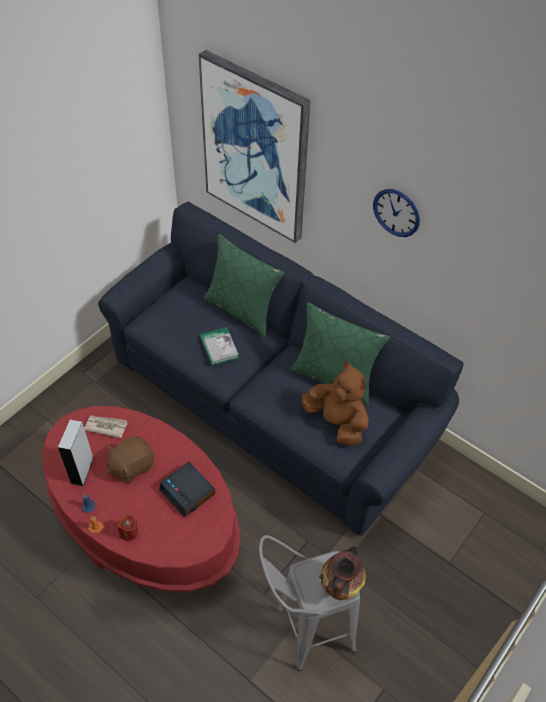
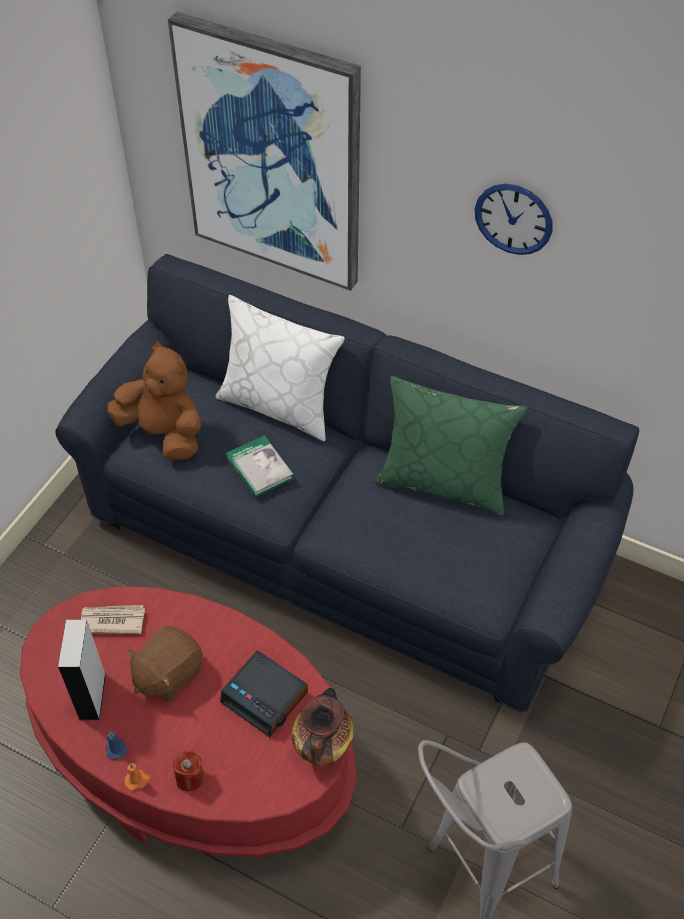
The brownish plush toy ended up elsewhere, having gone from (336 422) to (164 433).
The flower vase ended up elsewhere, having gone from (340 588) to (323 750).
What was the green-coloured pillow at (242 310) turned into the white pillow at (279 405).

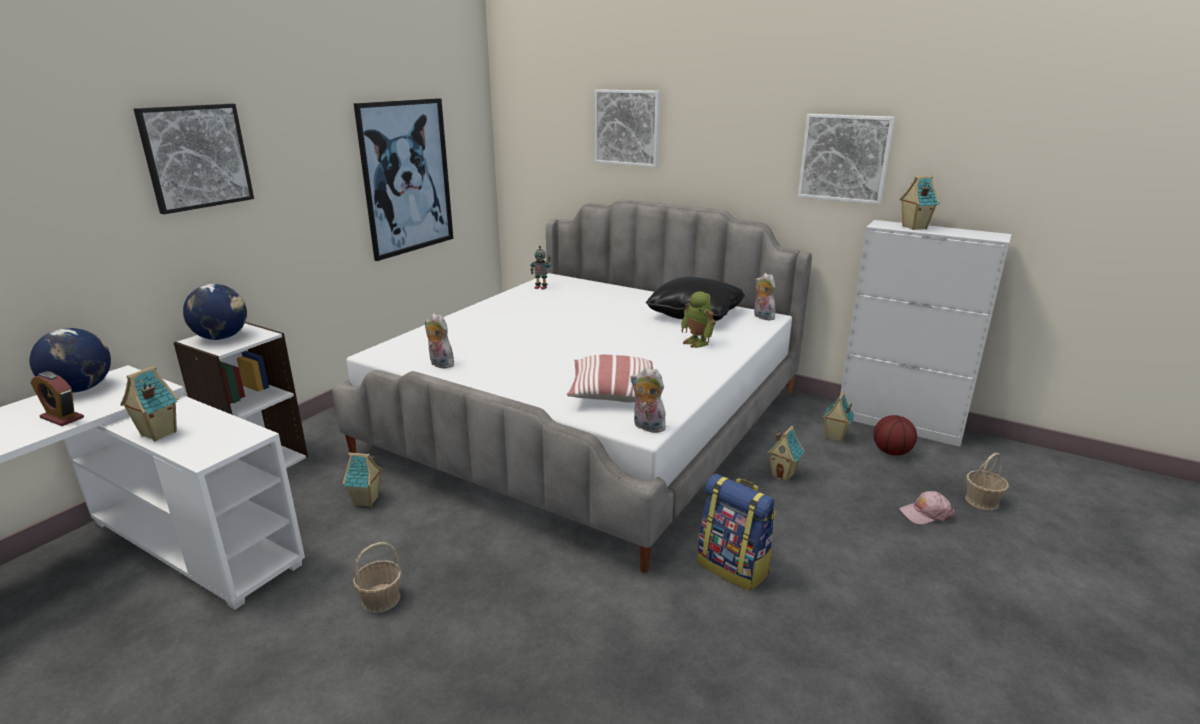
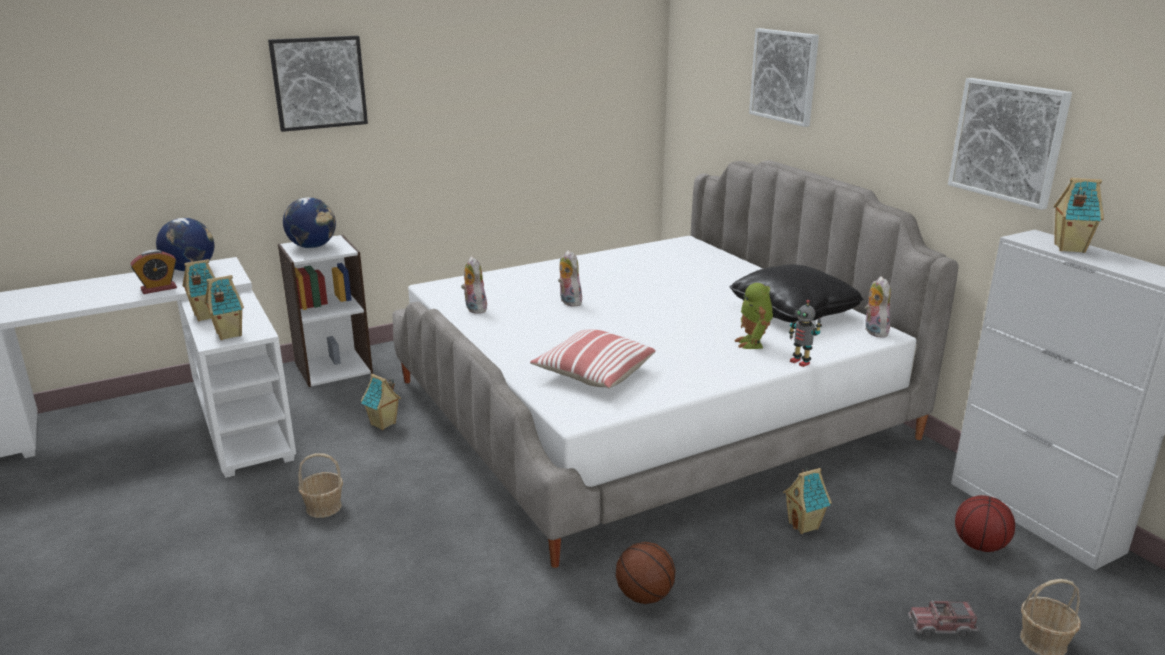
The second view lost the wall picture at (407 177).
The robot figure ended up elsewhere, having gone from (541 287) to (800 362).
The plush toy ended up elsewhere, having gone from (647 427) to (568 302).
The toy house ended up elsewhere, having gone from (834 437) to (228 334).
Where the backpack stood at (734 567), the ball for basketball came to stand at (645 596).
Where the pink peaked cap stood at (925 513), the toy lorry came to stand at (941 627).
The bedside clock at (62 418) ended up facing another way, 90 degrees counterclockwise from before.

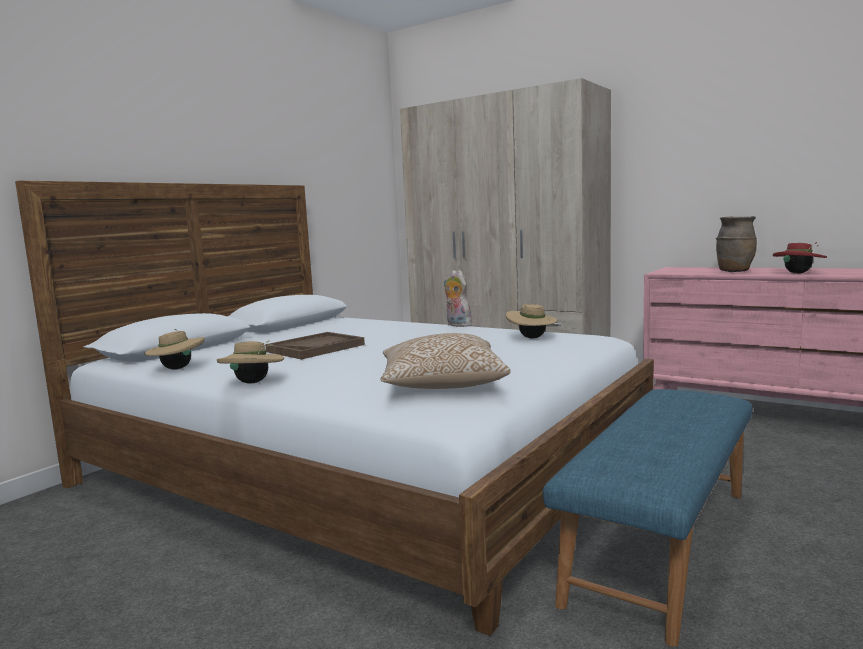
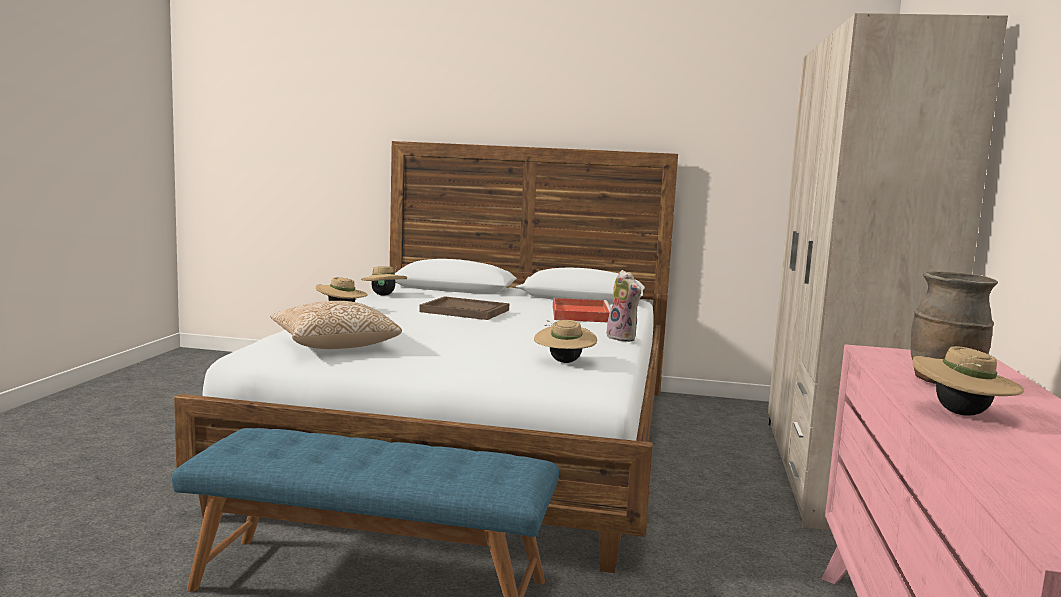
The second view gained the reddish carrying tray at (580 314).
What was the reddish wearable hat at (798 273) turned into the sand-coloured wearable hat at (961 414).
The plush toy at (457 325) ended up facing another way, 120 degrees clockwise from before.

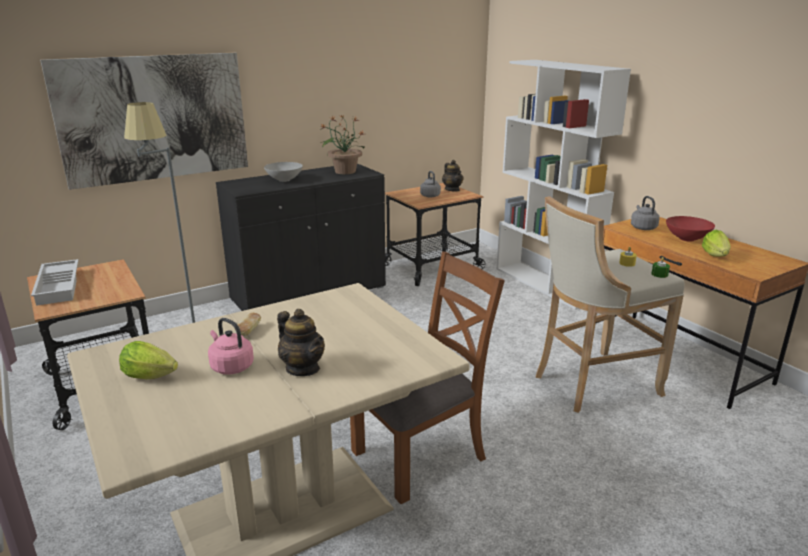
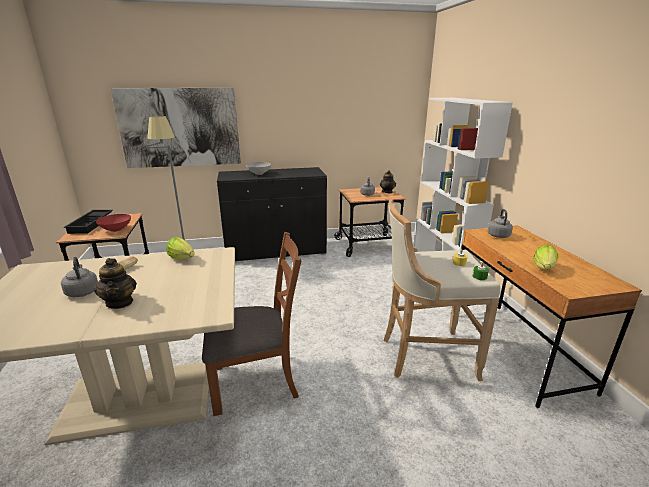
The second view lost the potted plant at (344 171).
The lettuce head ended up elsewhere, having gone from (153 377) to (183 259).
The reddish serving bowl ended up elsewhere, having gone from (687 239) to (116 230).
What was the white carrying tray at (60 286) turned into the black carrying tray at (91 224).
What was the pink tea kettle at (230 366) turned into the grey tea kettle at (82 291).

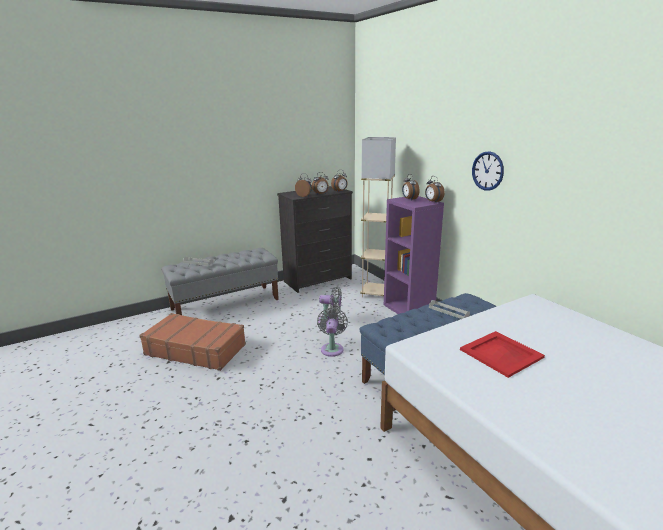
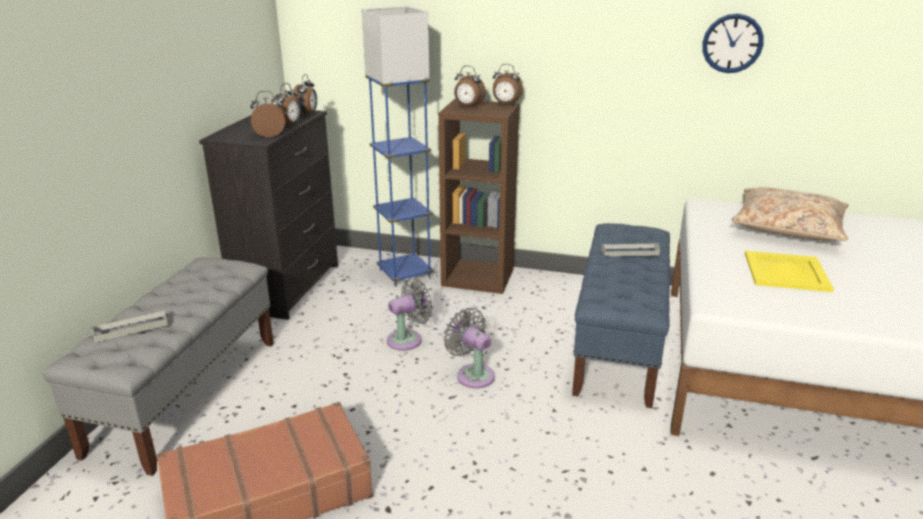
The second view gained the sand-coloured pillow at (788 227).
The clock on the wall ended up elsewhere, having gone from (487 171) to (732 43).
What was the sand-coloured standard lamp at (375 293) turned into the blue-coloured standard lamp at (405 273).
What was the purple bookcase at (409 308) turned into the brownish bookcase at (478 277).
What was the reddish carrying tray at (500 353) turned into the yellow carrying tray at (785 272).

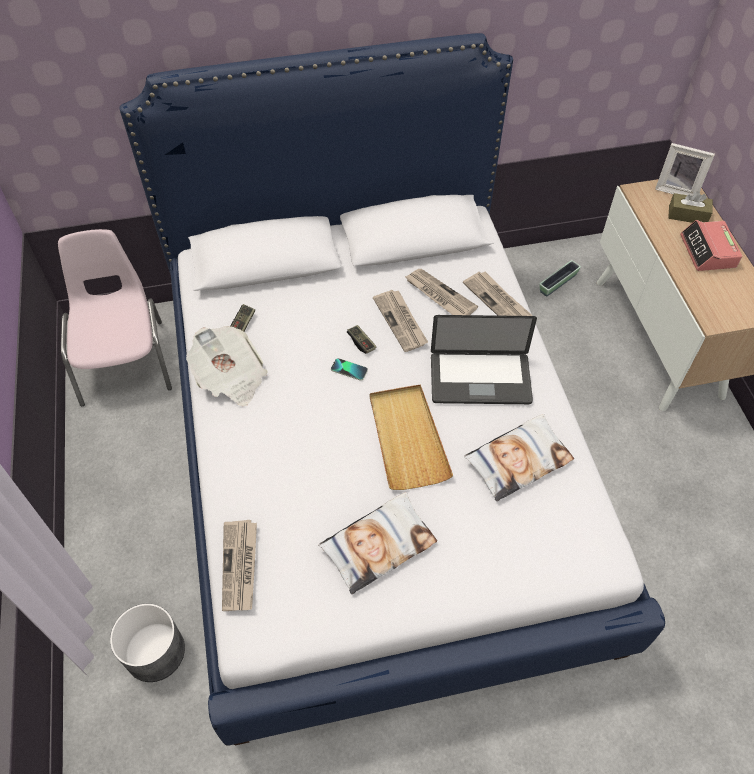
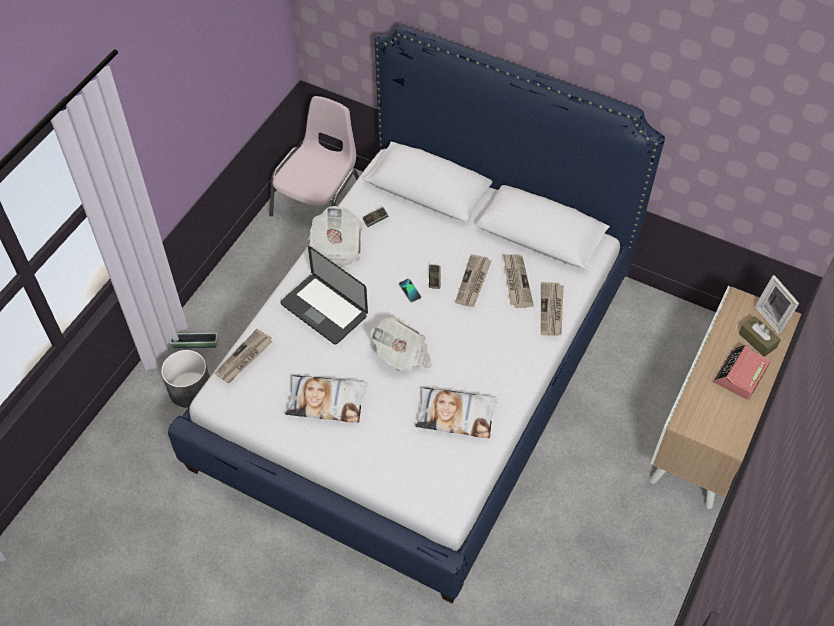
The notebook computer ended up elsewhere, having gone from (480 379) to (324 310).
The flower pot ended up elsewhere, having gone from (558 283) to (195 344).
Where the sand-coloured carrying tray stood at (407 438), the daily paper came to stand at (402 355).

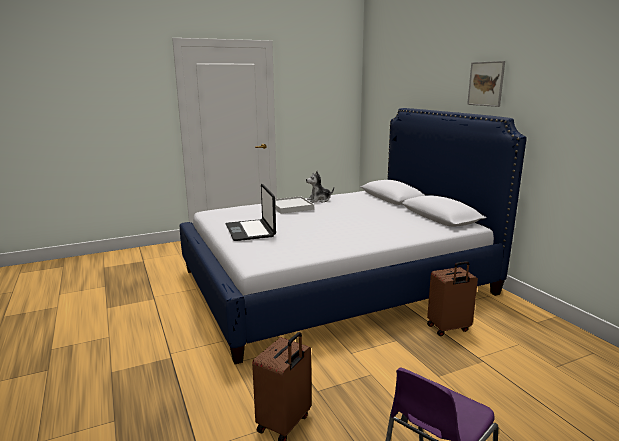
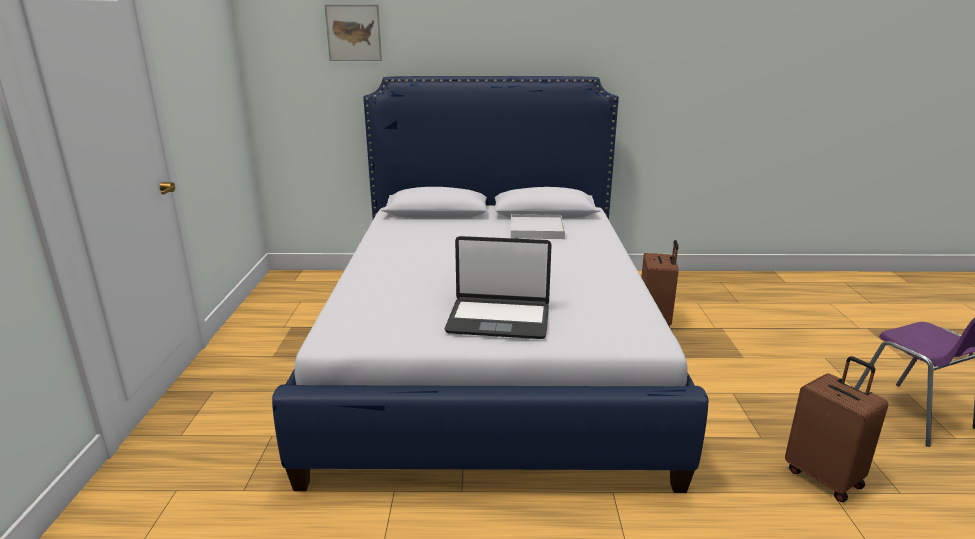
The second view lost the plush toy at (319 200).
The white carrying tray ended up elsewhere, having gone from (291 207) to (536 230).
The wall picture ended up elsewhere, having gone from (486 84) to (353 33).

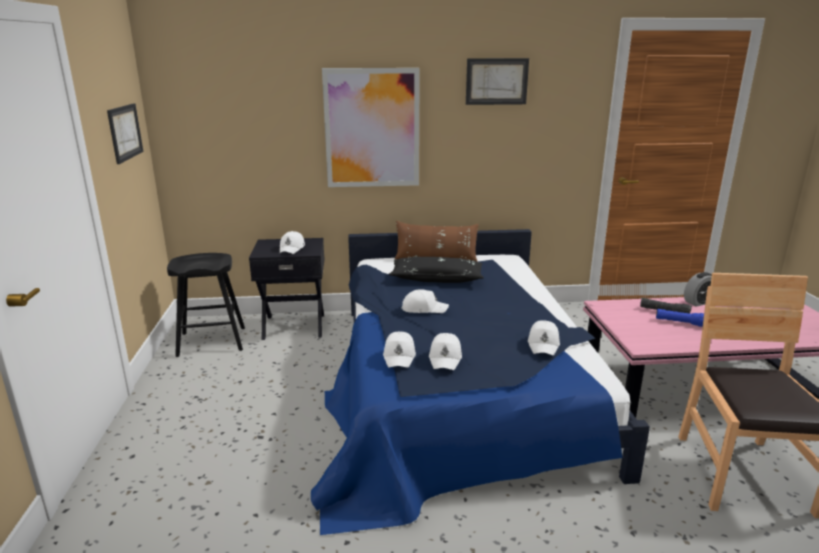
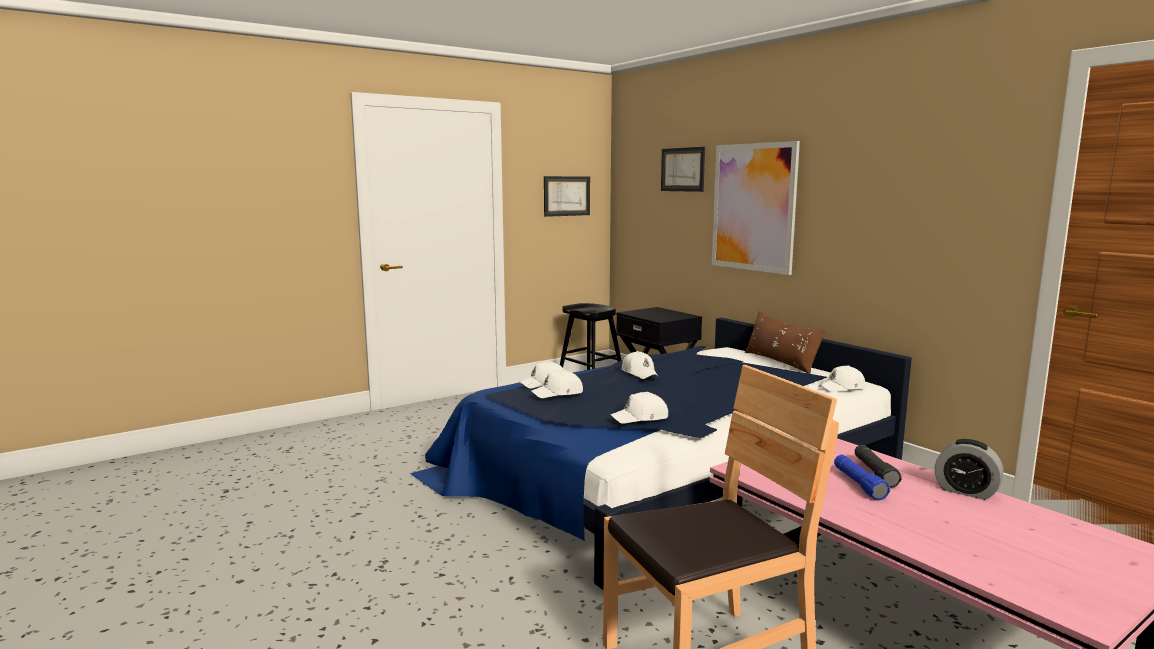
The second view lost the black pillow at (436 279).
The white peaked cap ended up elsewhere, having gone from (292 248) to (842 387).
The wall picture ended up elsewhere, having gone from (496 81) to (683 169).

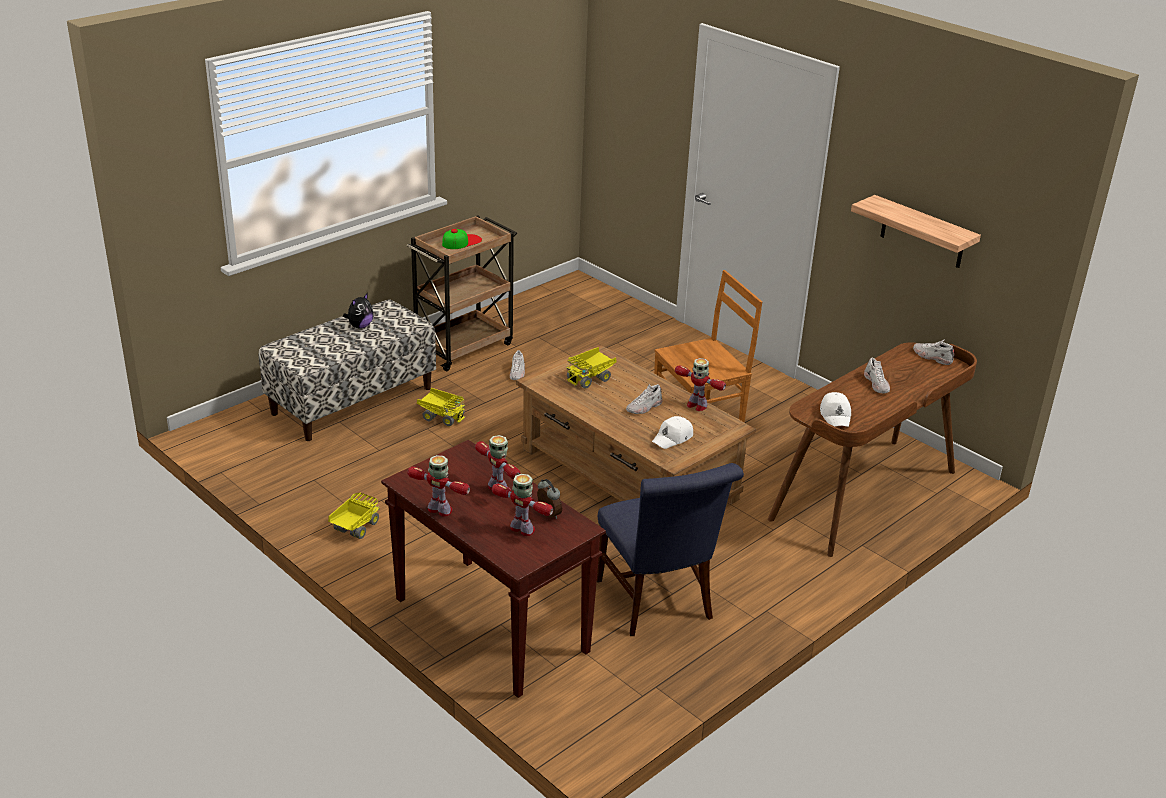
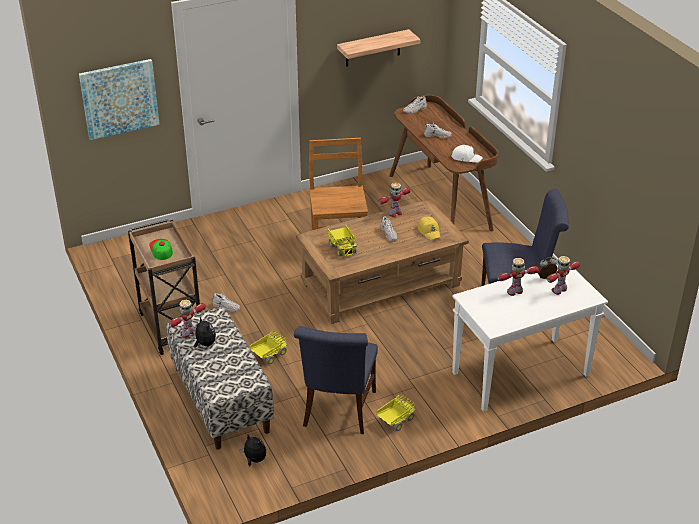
The second view gained the wall picture at (119 98).
The second view gained the plush toy at (254 460).
The second view gained the blue-coloured upright chair at (338 412).
The robot figure ended up elsewhere, having gone from (440 510) to (188 333).
What was the brownish console table at (489 625) turned into the white console table at (520 375).
What was the white peaked cap at (673 438) turned into the yellow peaked cap at (429 231).
The toy lorry at (355 528) ended up facing another way, 90 degrees clockwise from before.

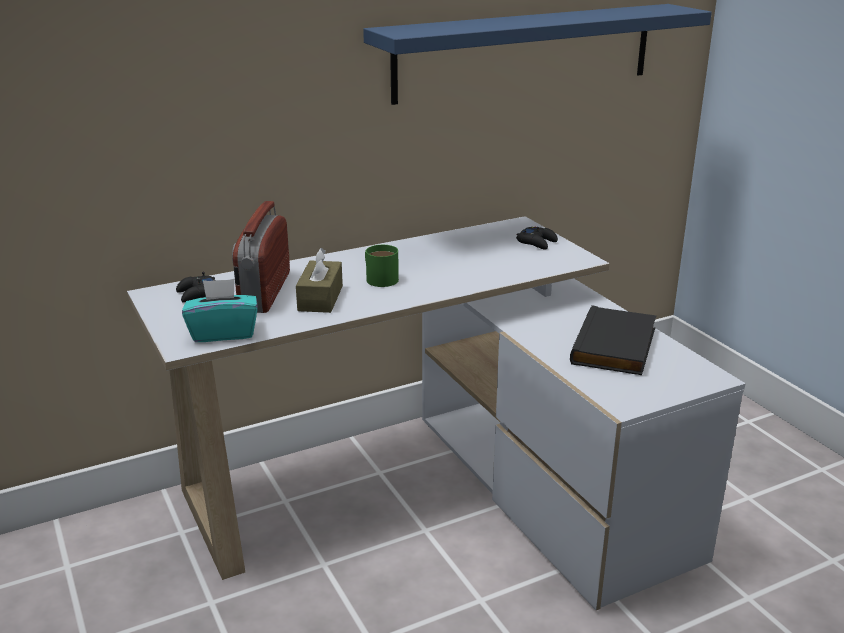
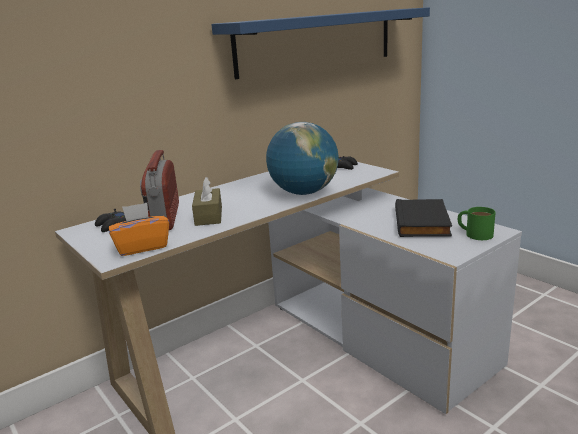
The second view gained the world globe at (304 193).
The green-coloured mug ended up elsewhere, having gone from (378 278) to (474 233).
What was the turquoise tissue holder at (223 333) turned into the orangey tissue holder at (142 247).

